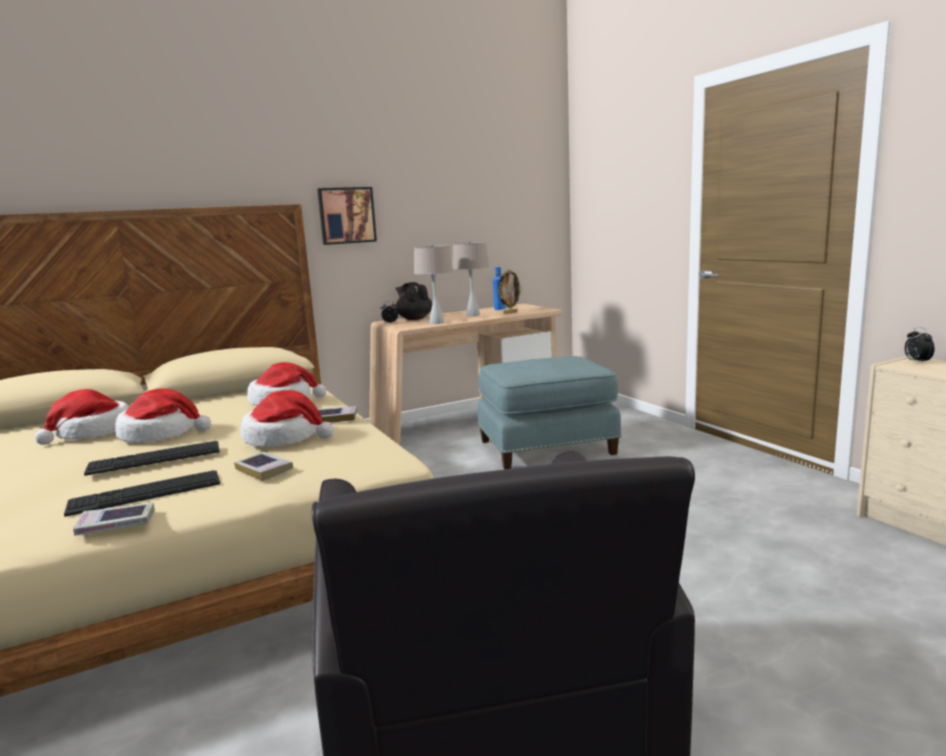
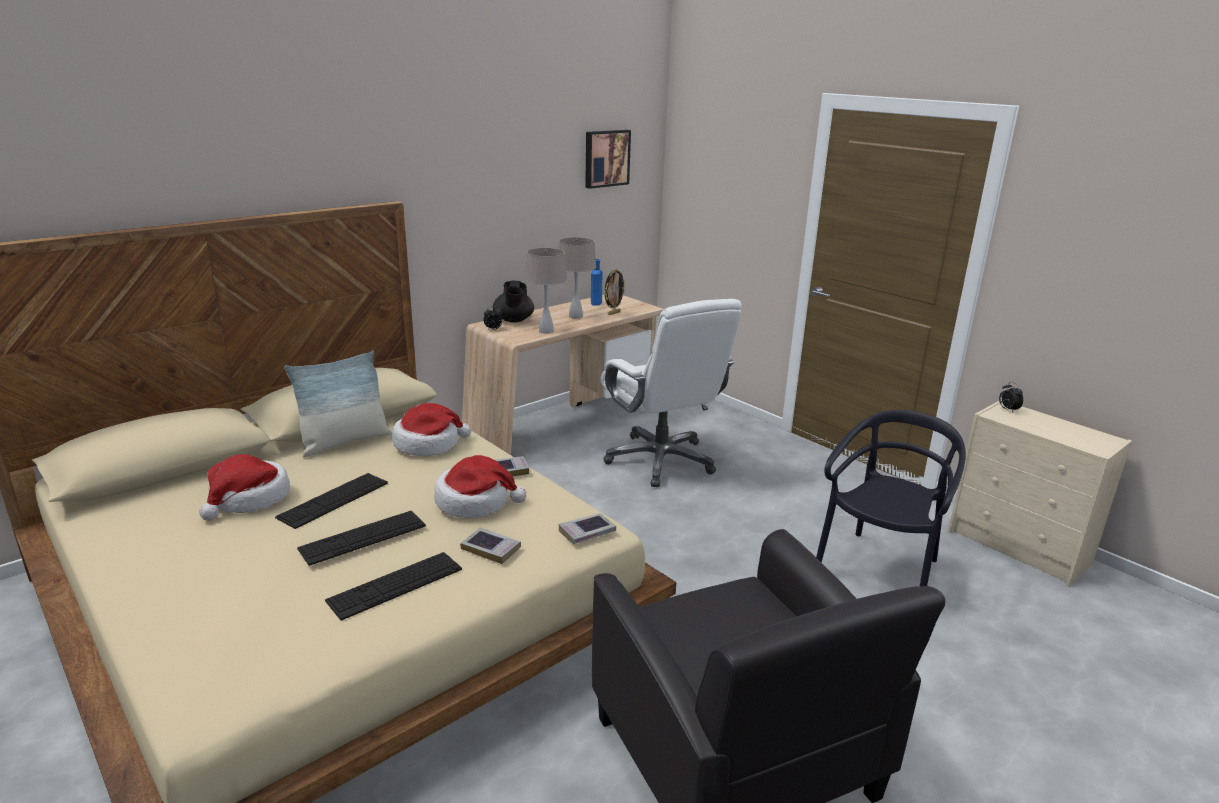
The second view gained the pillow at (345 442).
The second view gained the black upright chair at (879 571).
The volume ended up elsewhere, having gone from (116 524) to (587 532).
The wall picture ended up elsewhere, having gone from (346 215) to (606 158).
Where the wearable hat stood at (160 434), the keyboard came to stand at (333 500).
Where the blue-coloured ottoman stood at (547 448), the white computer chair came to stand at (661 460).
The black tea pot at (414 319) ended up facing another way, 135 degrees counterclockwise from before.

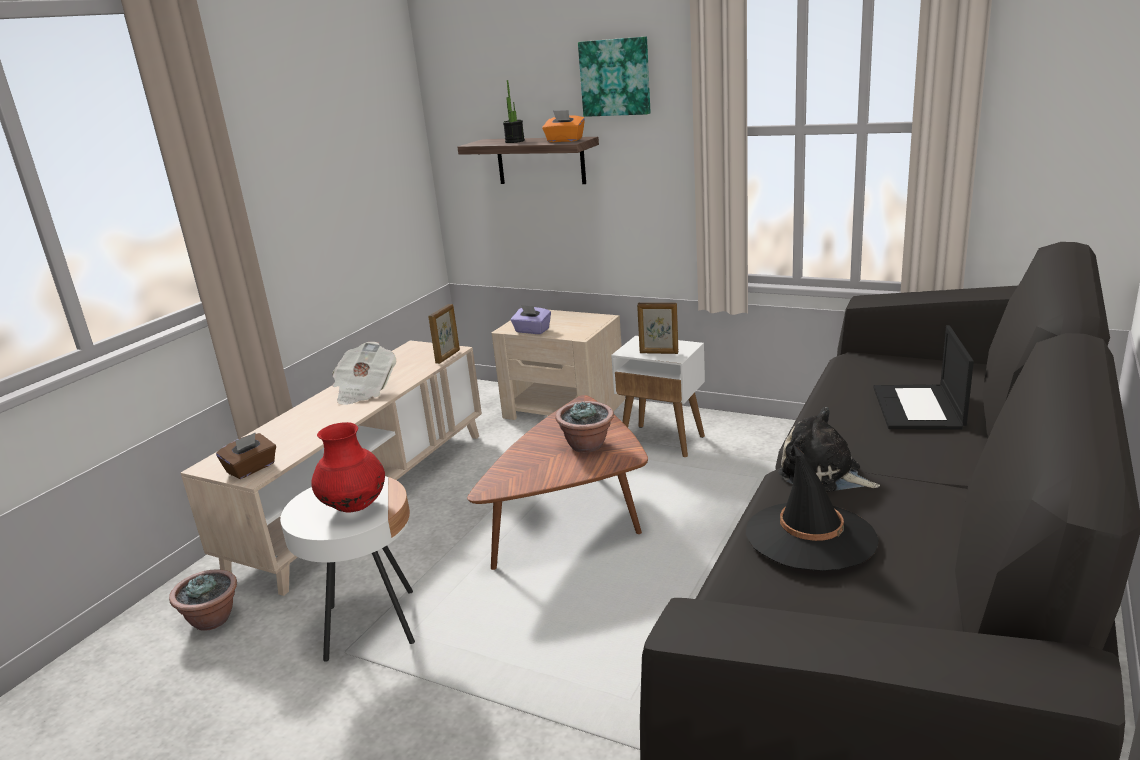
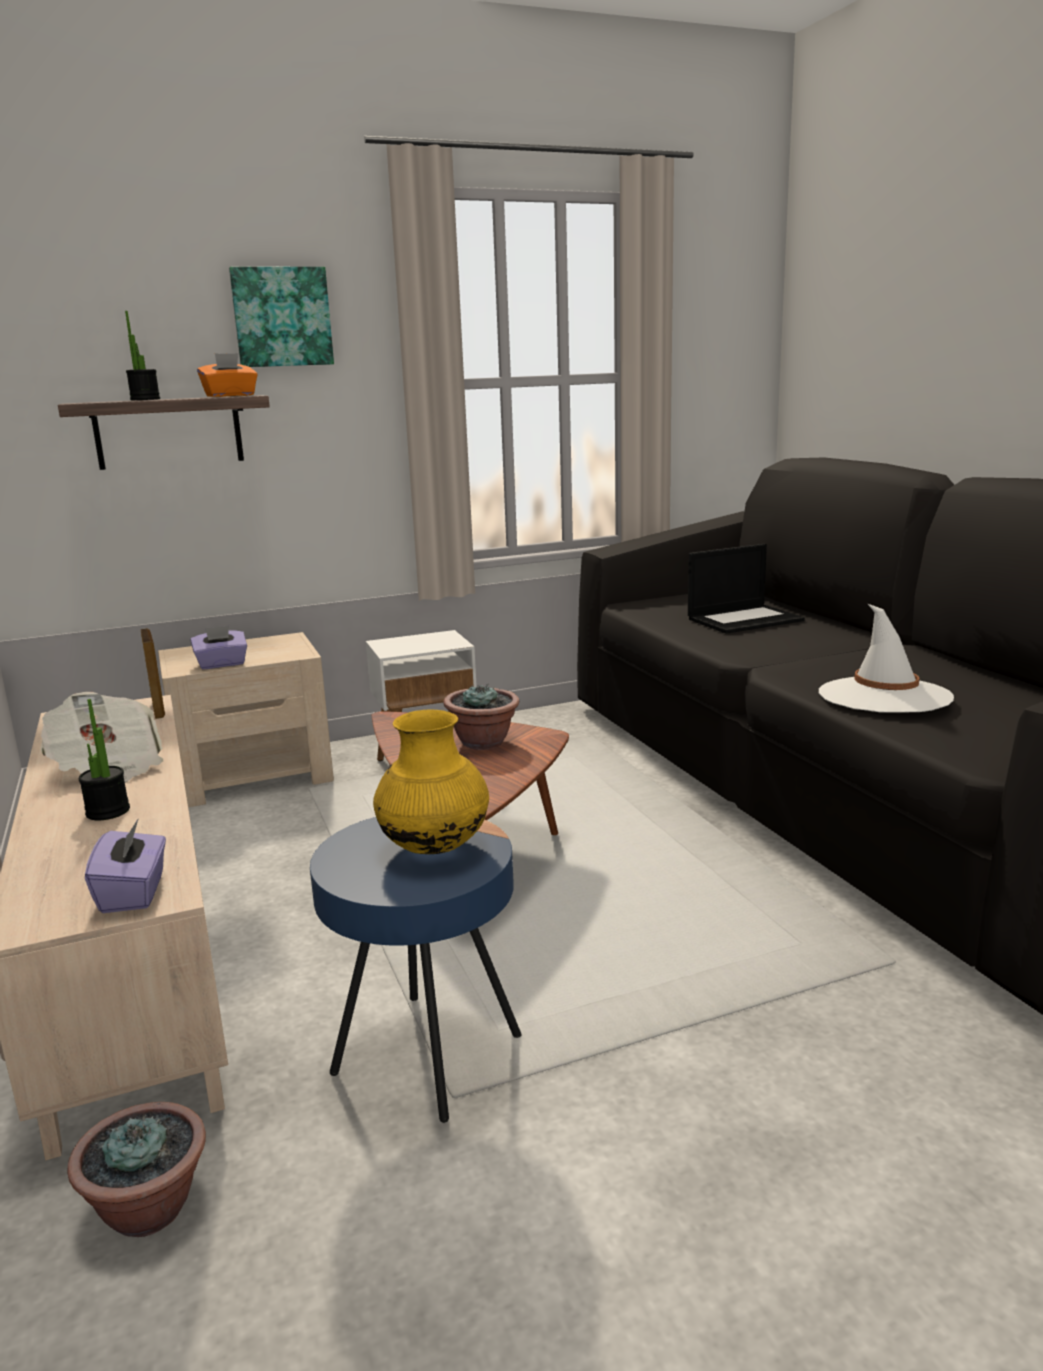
The second view lost the photo frame at (659 353).
The second view lost the plush toy at (823 474).
The second view gained the potted plant at (108 811).
What was the brownish tissue holder at (251 469) turned into the purple tissue holder at (134 893).
What was the white side table at (370 625) turned into the blue-coloured side table at (428 1055).
What was the reddish flower vase at (355 507) turned into the yellow flower vase at (435 848).
What was the black wearable hat at (810 536) turned into the white wearable hat at (884 696).
The notebook computer at (919 408) ended up facing another way, 75 degrees counterclockwise from before.

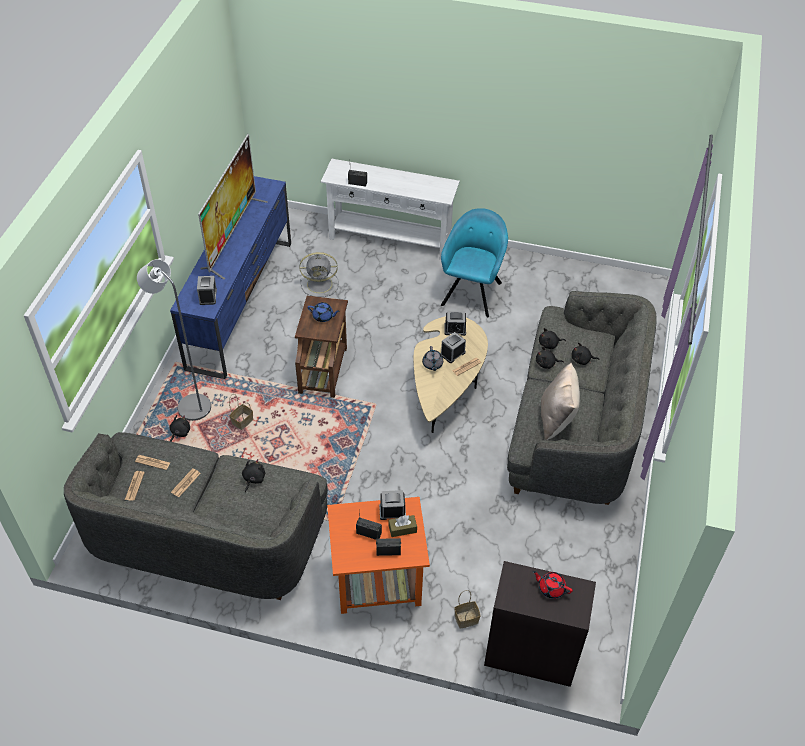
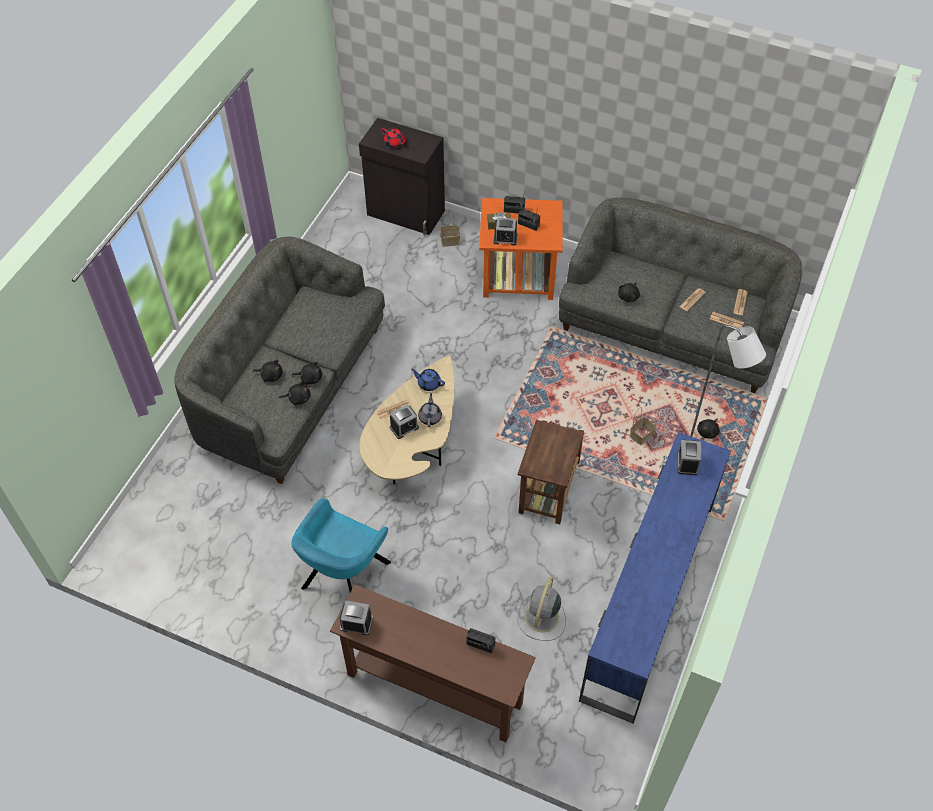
The second view lost the TV set at (232 236).
The second view lost the sand-coloured pillow at (556 418).
The blue-coloured tea pot ended up elsewhere, having gone from (323 317) to (428 383).
The bedside clock ended up elsewhere, having gone from (455 329) to (356 623).
What was the white console table at (390 239) turned into the brownish console table at (434 690).
The grey electric fan at (321 284) ended up facing another way, 75 degrees counterclockwise from before.

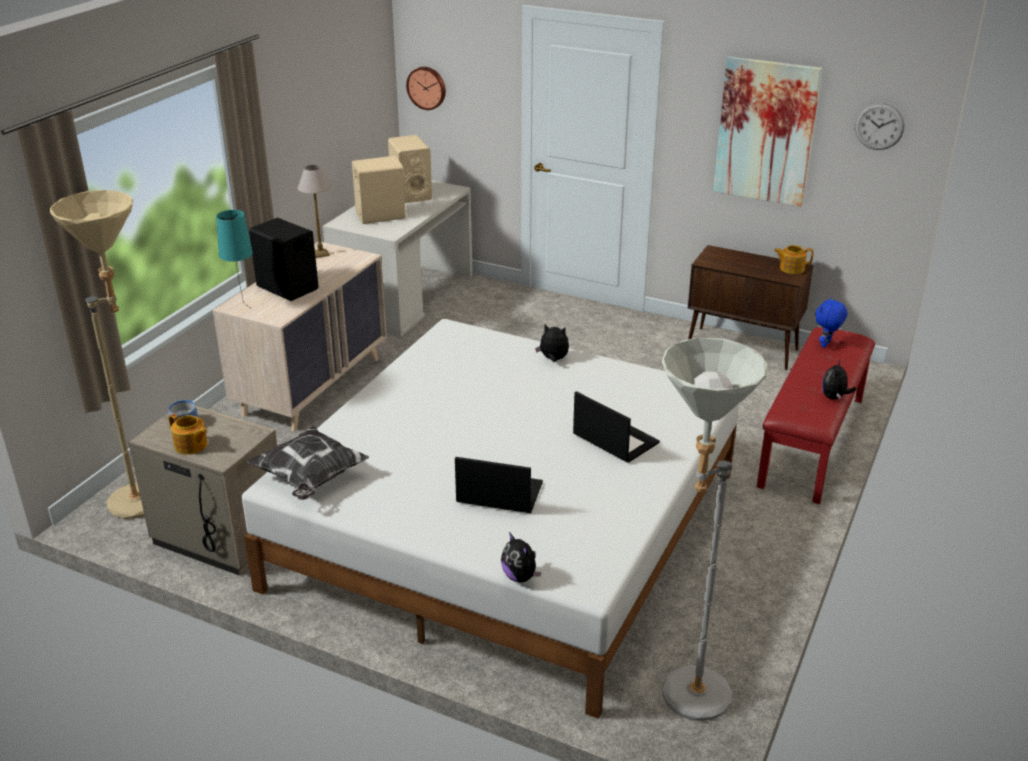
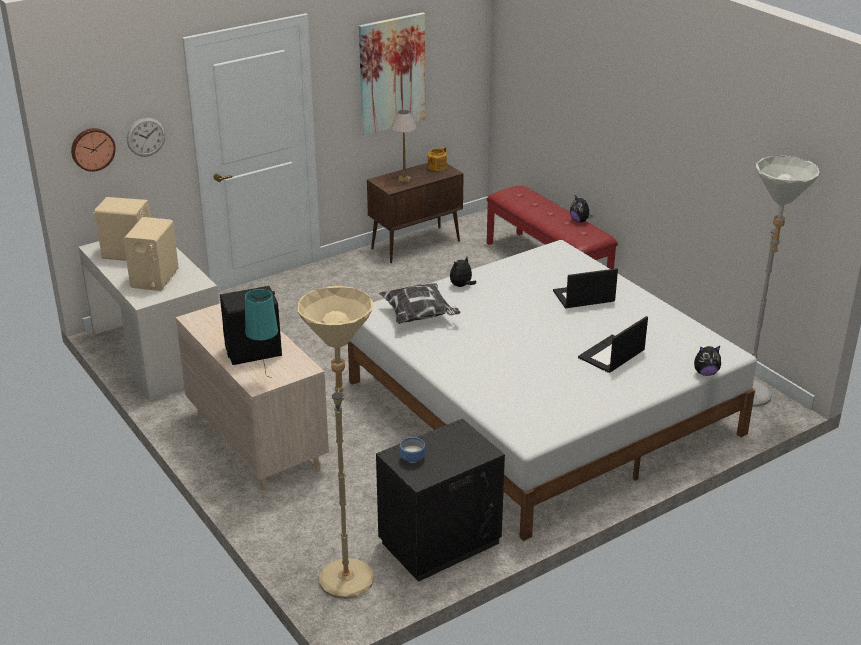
The second view lost the tea pot at (191 446).
The second view lost the blue-coloured plush toy at (826 344).
The pillow ended up elsewhere, having gone from (310 479) to (419 316).
The tabletop lamp ended up elsewhere, having gone from (321 253) to (404 179).
The clock on the wall ended up elsewhere, having gone from (879 126) to (146 137).
What was the sand-coloured nightstand at (218 538) turned into the black nightstand at (440 543).

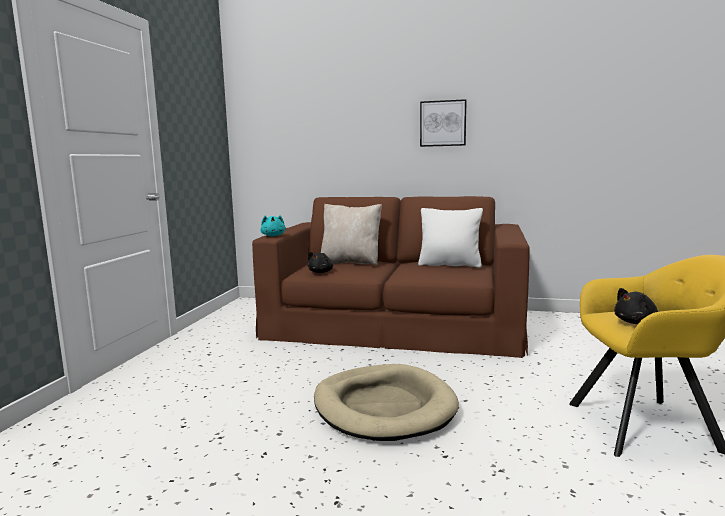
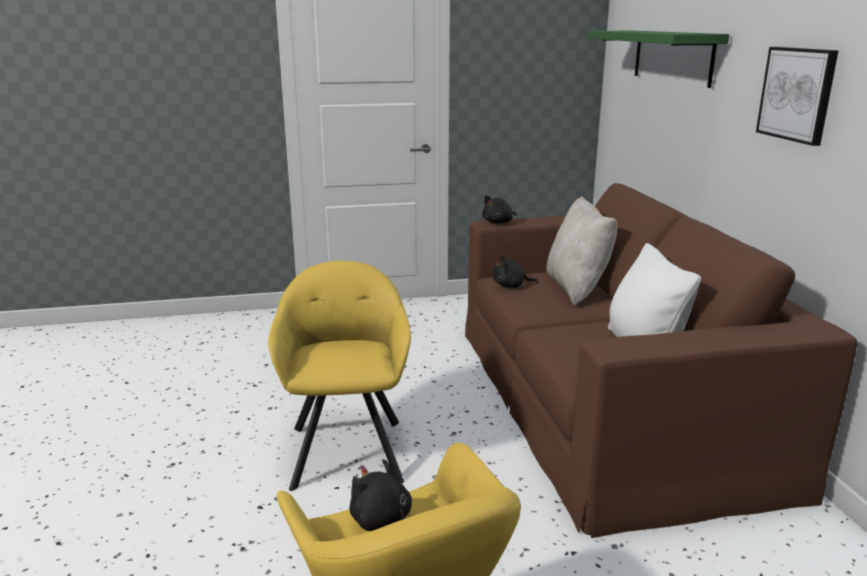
The second view gained the green-coloured wall shelf at (672 56).
Where the sand-coloured dog bed stood at (384 407), the yellow easy chair came to stand at (348 448).
What was the turquoise plush toy at (273 236) turned into the black plush toy at (499 222).

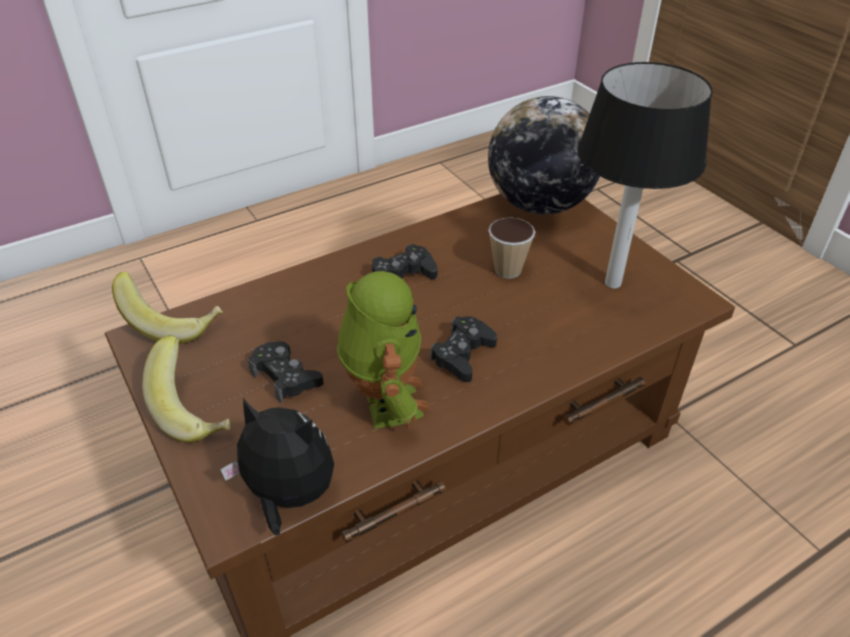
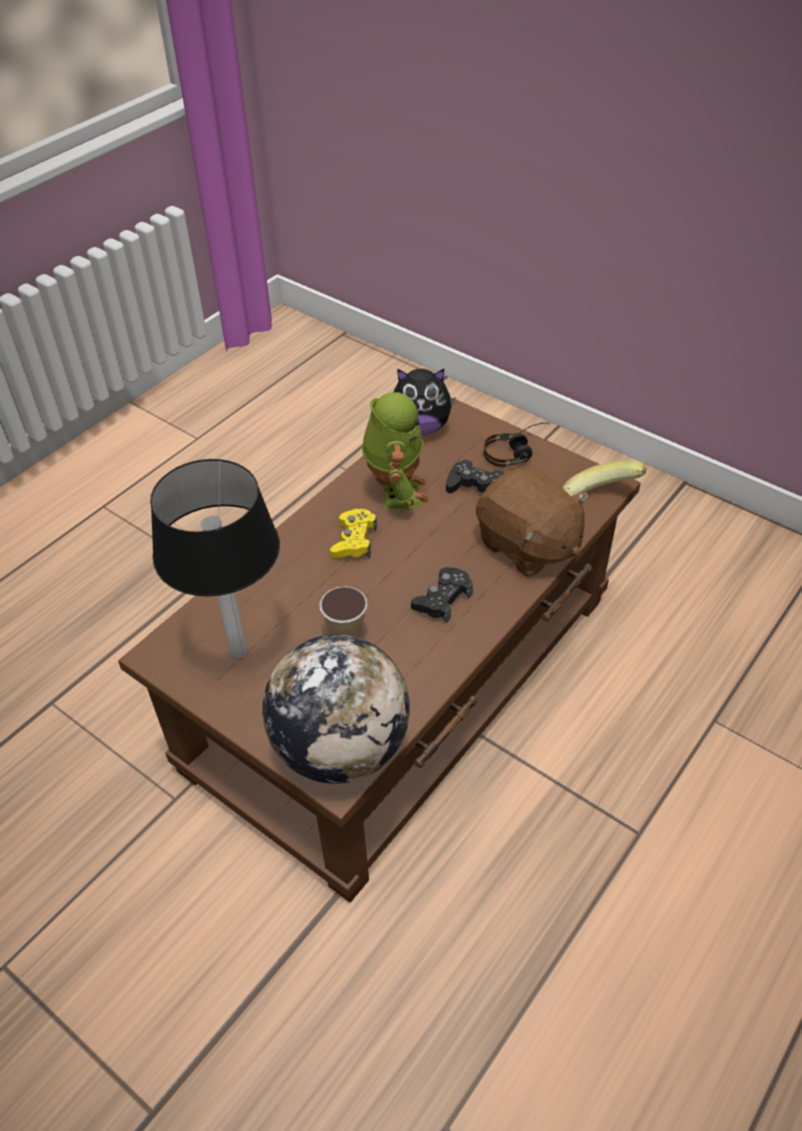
The second view gained the brownish plush toy at (527 546).
Where the banana fruit stood at (196 410), the headphones came to stand at (517 452).
What was the black joypad at (462 354) turned into the yellow joypad at (354 540).
The robot figure at (384 401) ended up facing another way, 150 degrees counterclockwise from before.

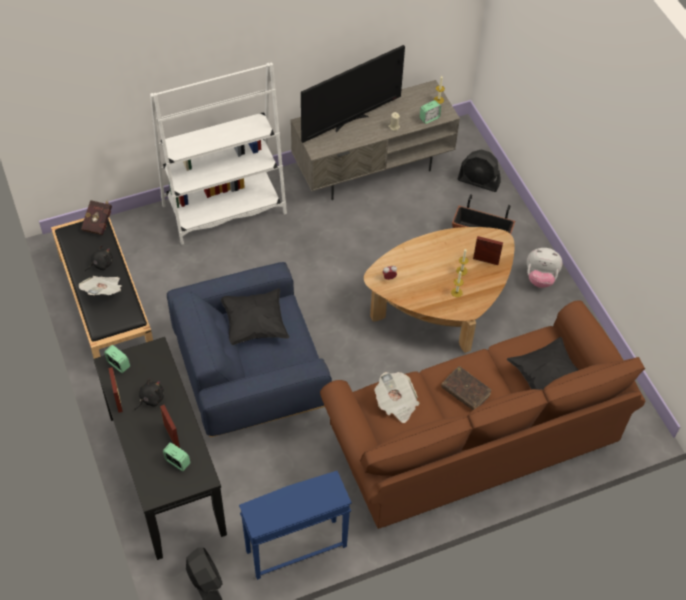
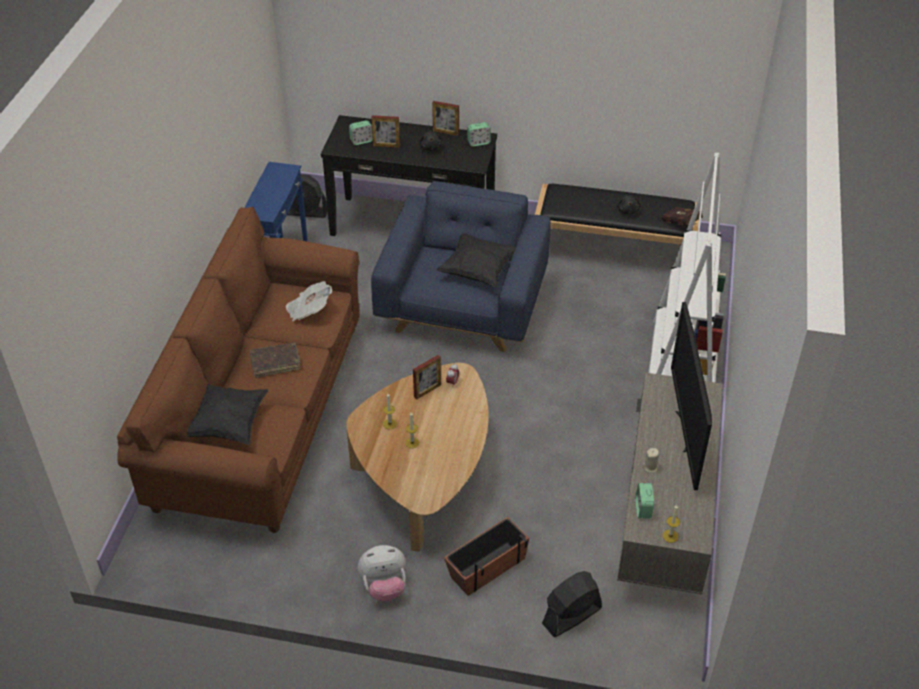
The second view lost the daily paper at (103 291).
The photo frame ended up elsewhere, having gone from (485 260) to (427 391).
The plush toy at (540 278) ended up facing another way, 150 degrees counterclockwise from before.

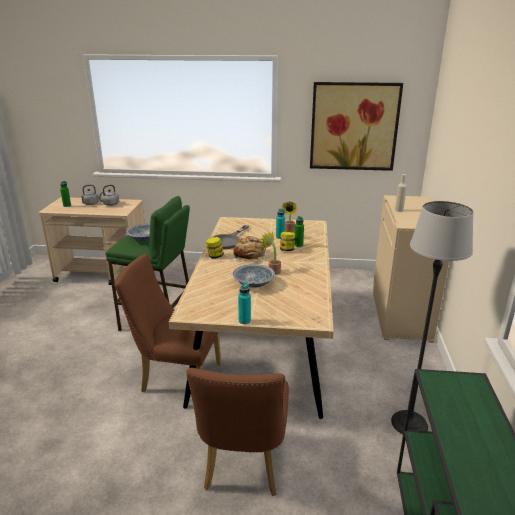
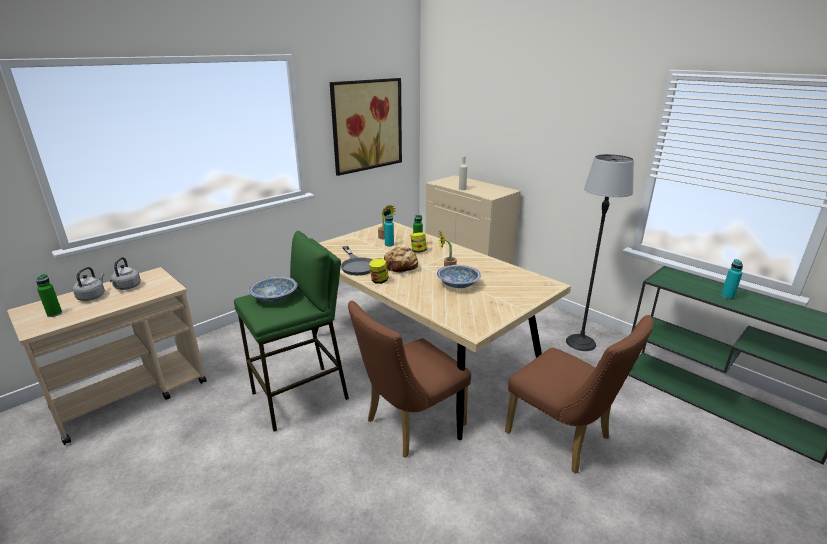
The turquoise beverage bottle ended up elsewhere, having gone from (244 321) to (727 297).

